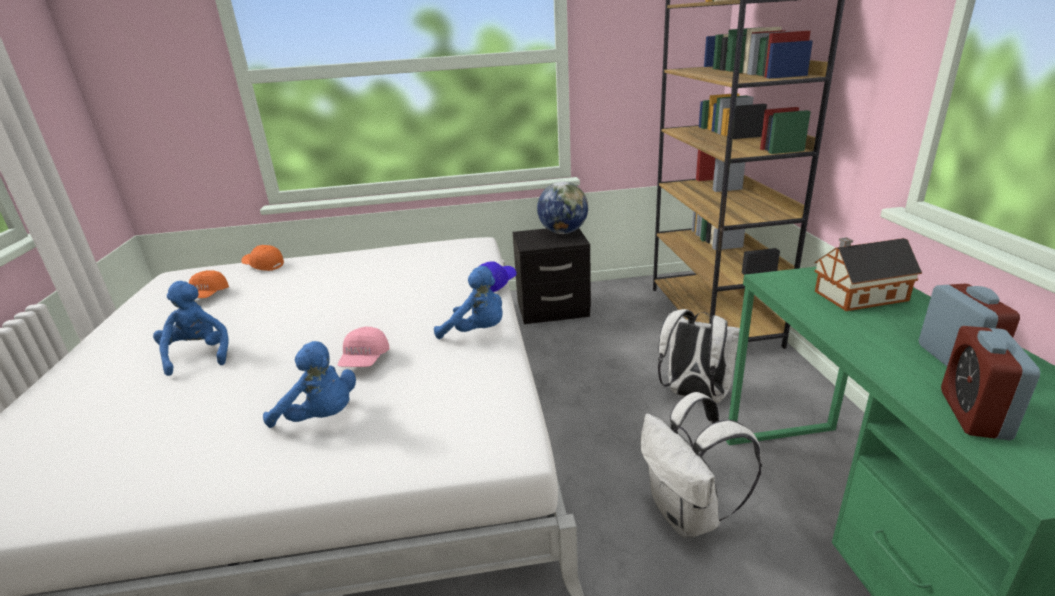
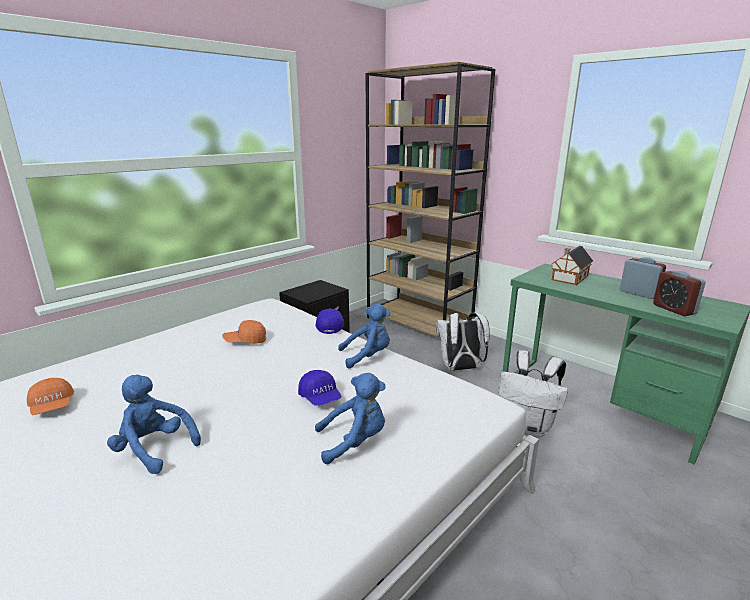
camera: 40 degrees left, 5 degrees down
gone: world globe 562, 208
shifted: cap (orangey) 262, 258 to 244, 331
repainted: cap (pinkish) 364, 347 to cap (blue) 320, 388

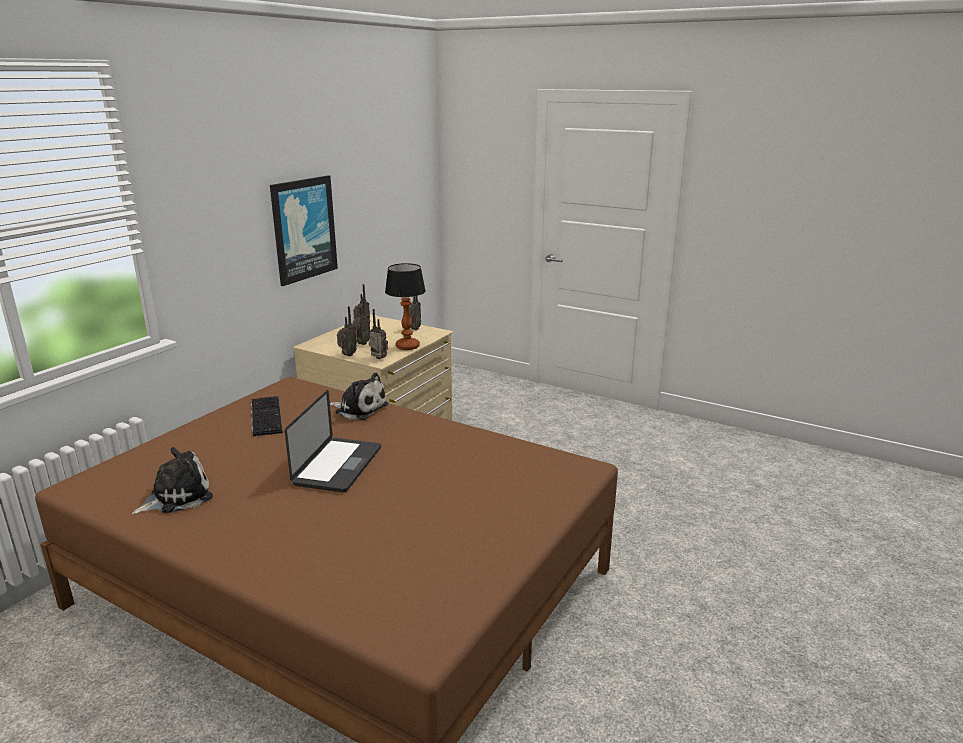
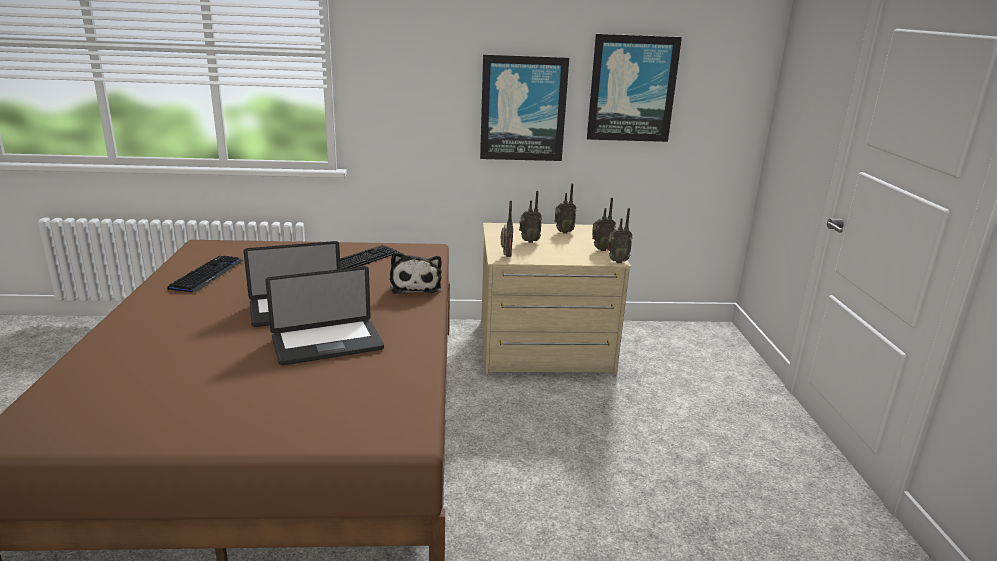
camera: 55 degrees right, 0 degrees up
gone: tabletop lamp 405, 306
new: laptop 325, 316; picture 634, 88
shifted: radio receiver 347, 331 to 619, 235
swapped: plush toy 172, 481 to PC keyboard 205, 274

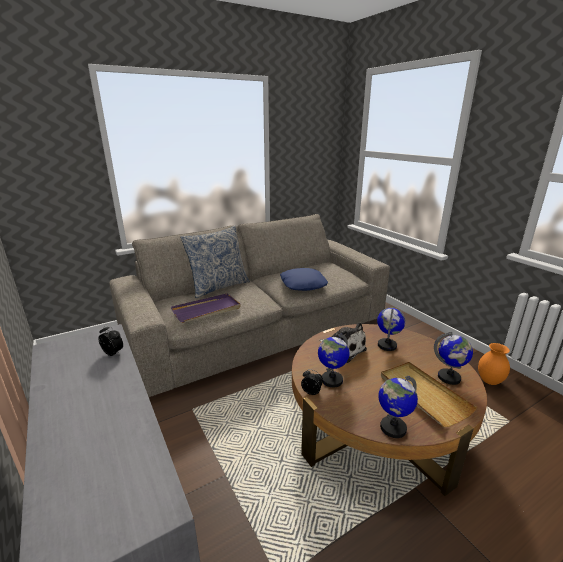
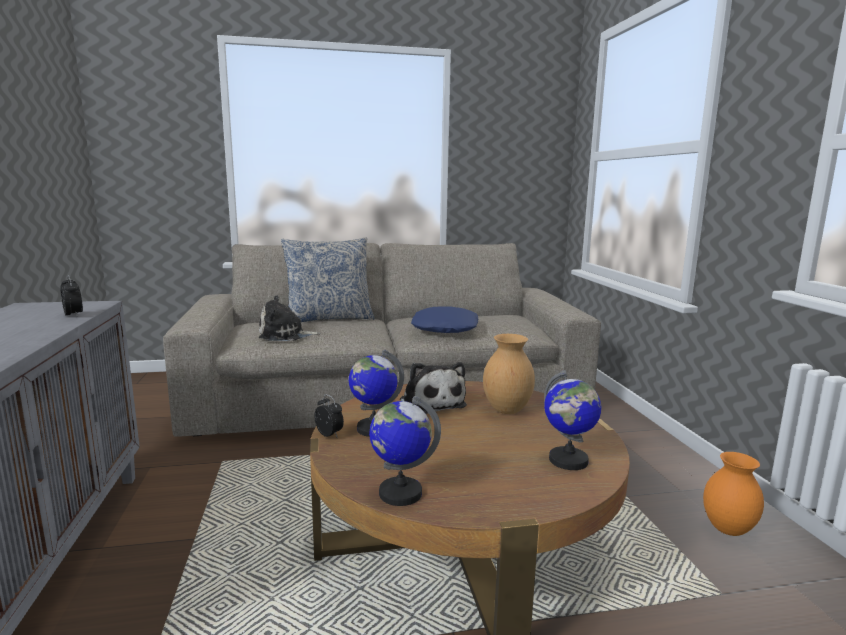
camera: 20 degrees right, 10 degrees down
gone: tray (sand-coloured) 429, 394
swapped: tray (purple-coloured) 206, 308 to plush toy 289, 318; world globe 391, 329 to decorative vase (brown) 509, 374

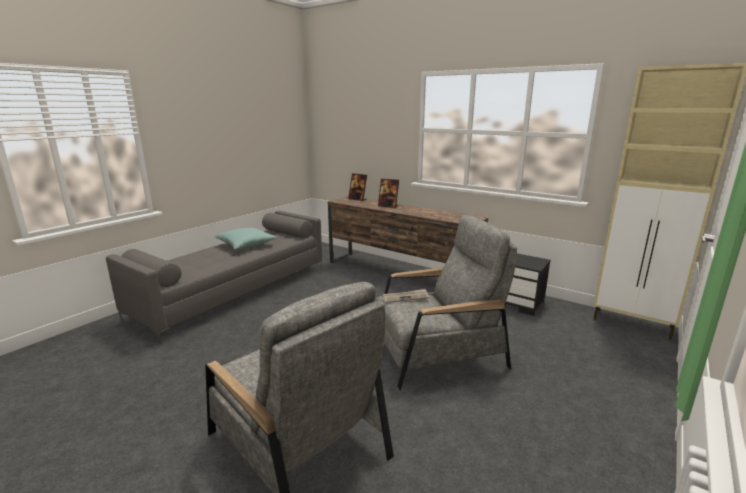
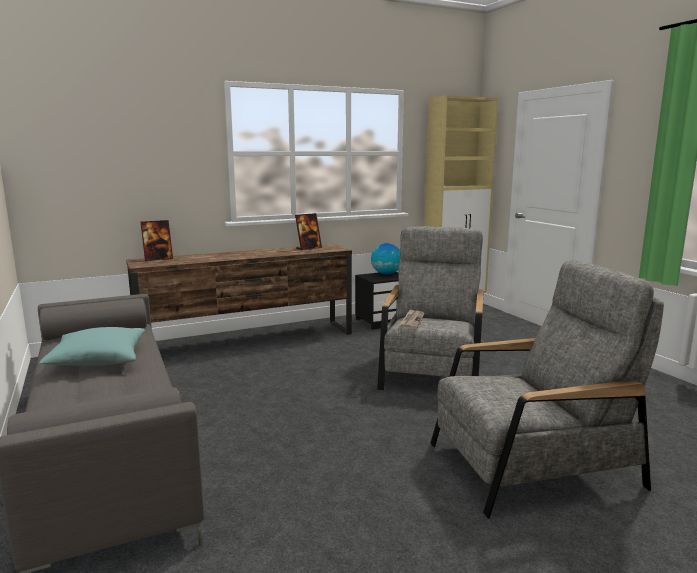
camera: 60 degrees left, 5 degrees down
new: world globe 385, 259
shifted: photo frame 388, 193 to 308, 231

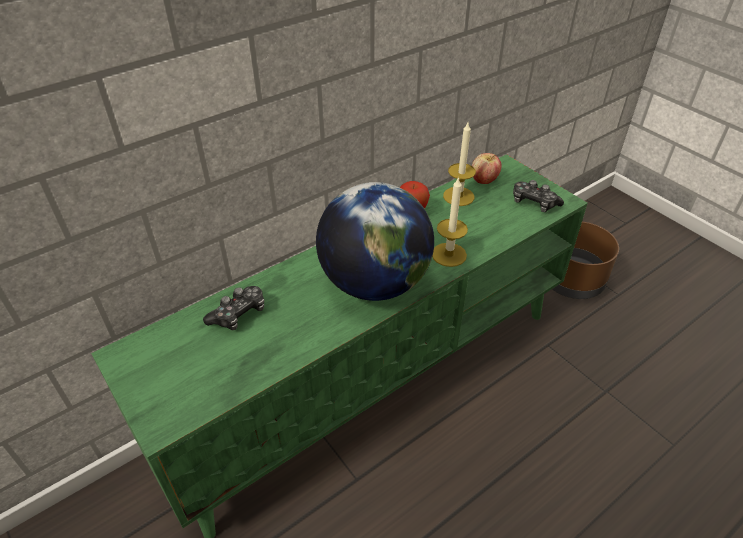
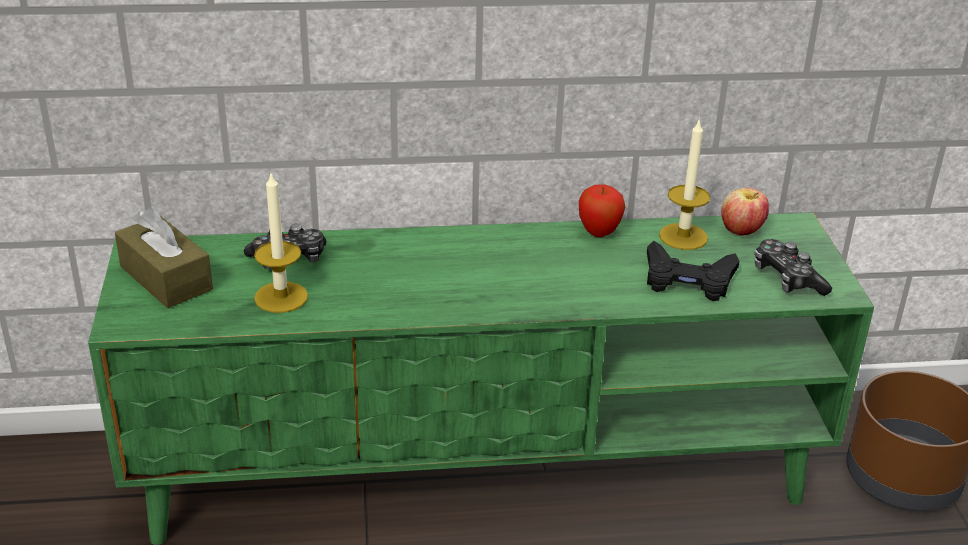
camera: 30 degrees right, 10 degrees down
gone: world globe 375, 241
new: tissue holder (brown) 164, 258; gamepad (black) 693, 271
shifted: wax light 450, 222 to 281, 243

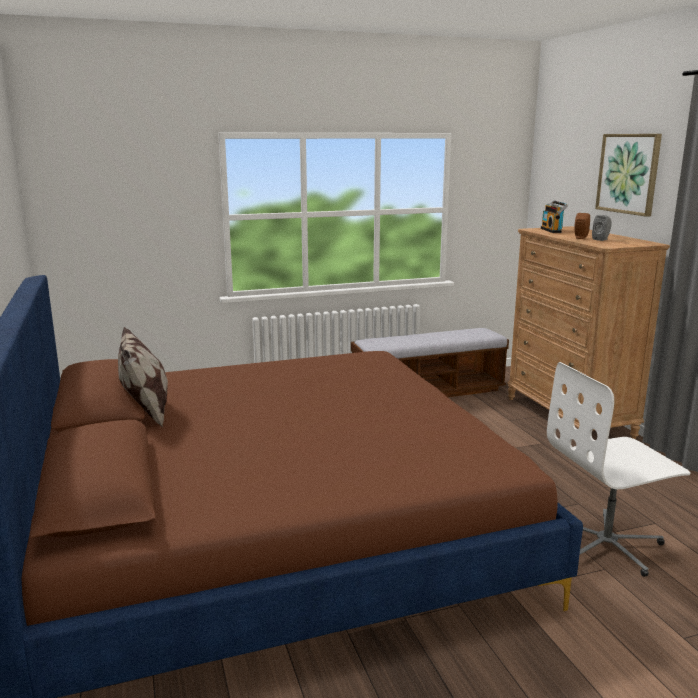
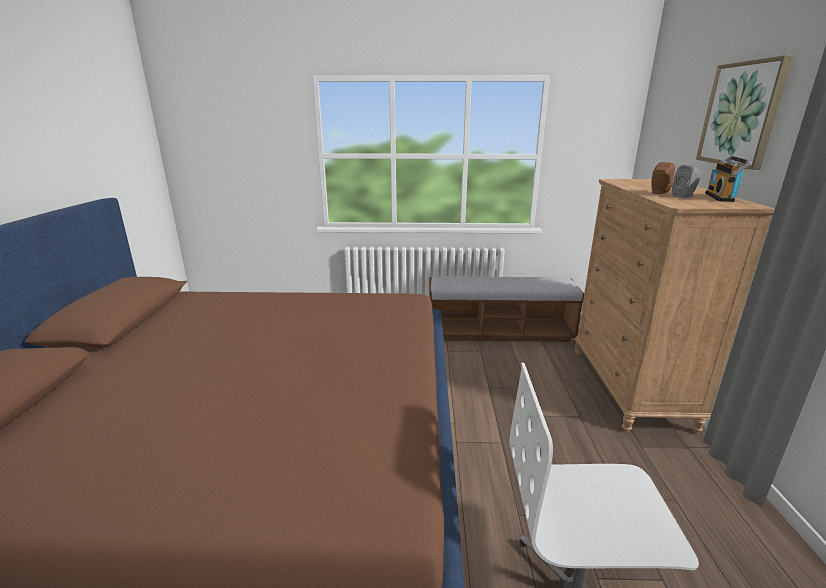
camera: 20 degrees right, 5 degrees up
gone: cushion 143, 377
shifted: radio receiver 554, 217 to 728, 179

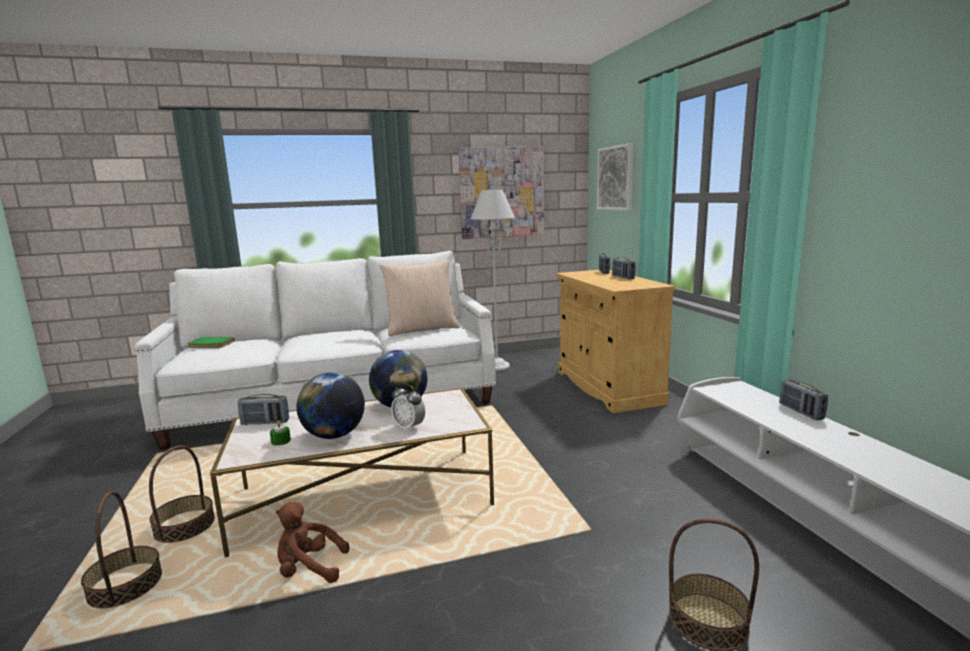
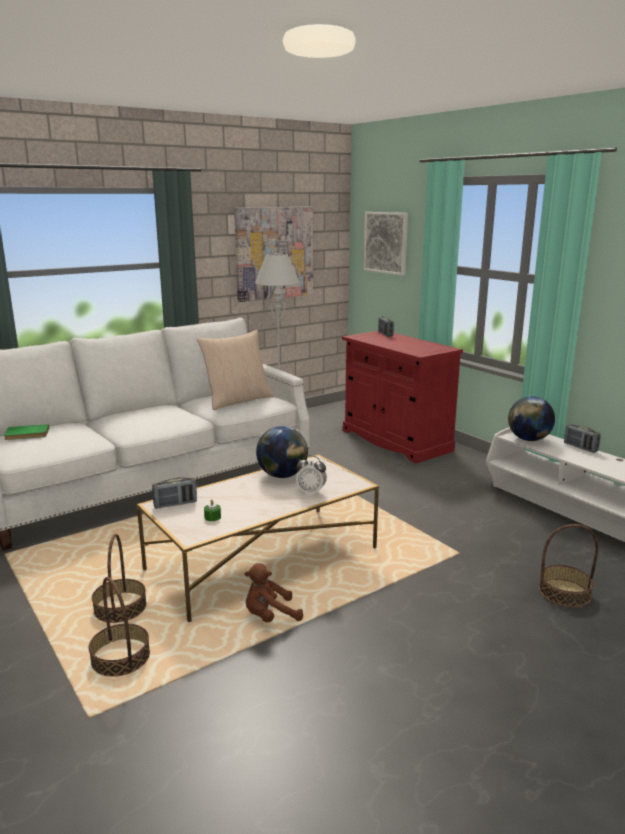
camera: 20 degrees left, 5 degrees up
gone: radio receiver 624, 268
shifted: world globe 330, 405 to 531, 418
repainted: cupboard (sand-coloured) 615, 341 to cupboard (red) 402, 397

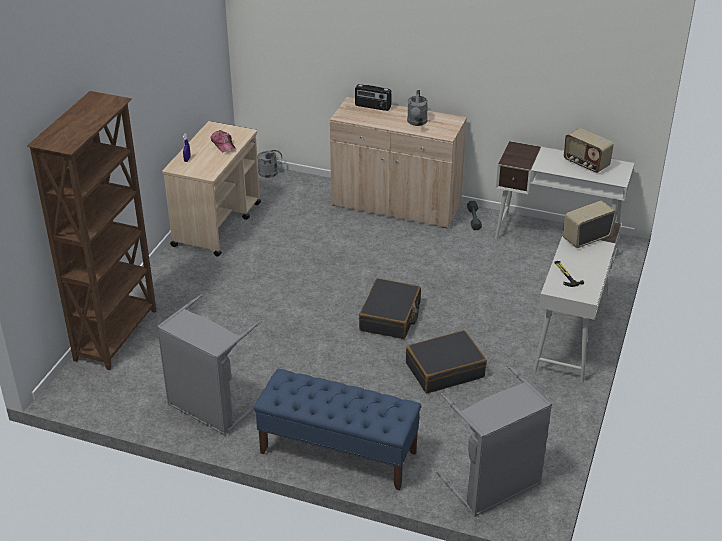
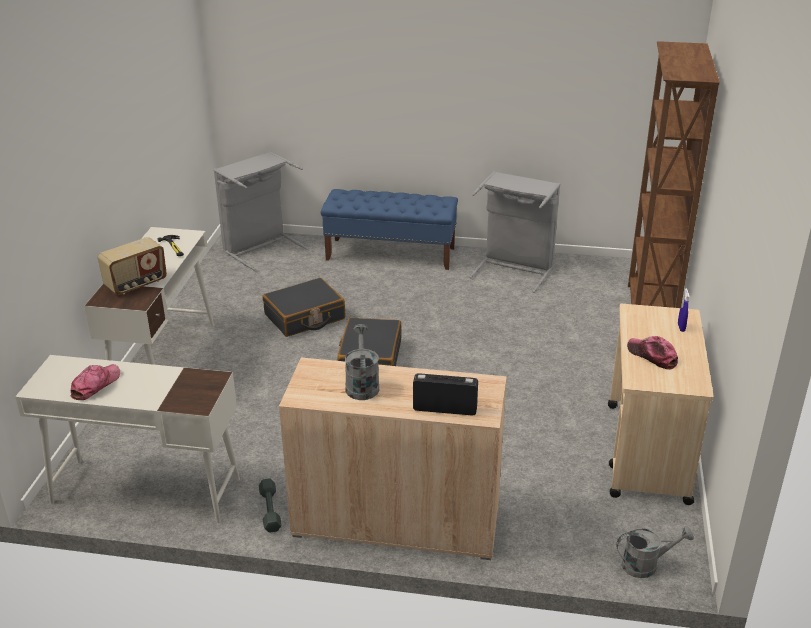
camera: 170 degrees right, 5 degrees down
swapped: radio receiver 589, 150 to cap 95, 382

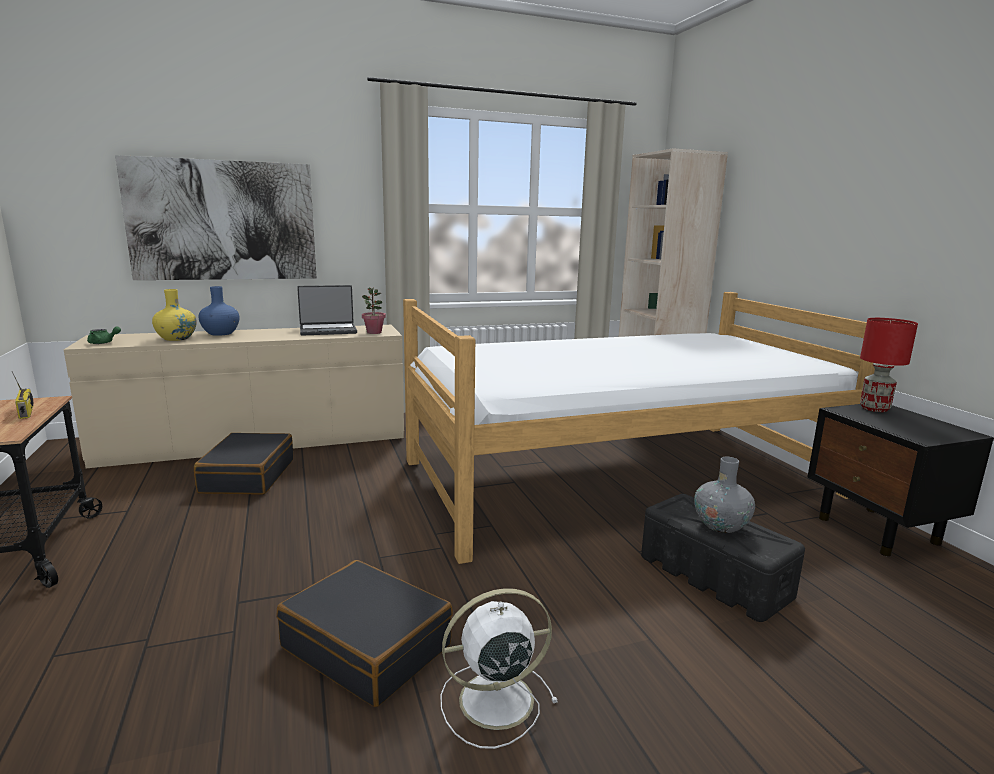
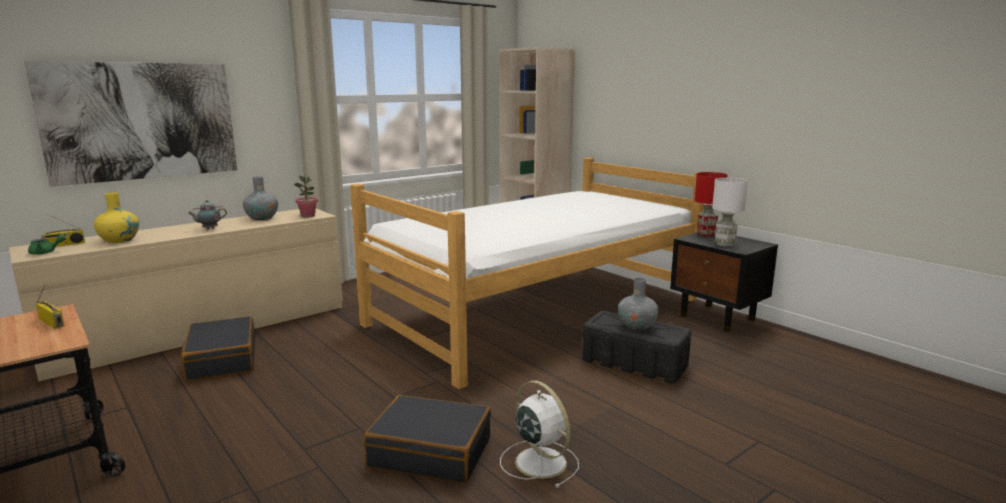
camera: 20 degrees left, 0 degrees up
gone: decorative vase (blue) 219, 311
new: radio receiver 63, 230; tea pot 208, 214; tabletop lamp (whitish) 730, 212
swapped: laptop 327, 310 to decorative vase (gray) 260, 198
rotated: electric fan (whitish) 499, 668 = 539, 434 90 degrees clockwise

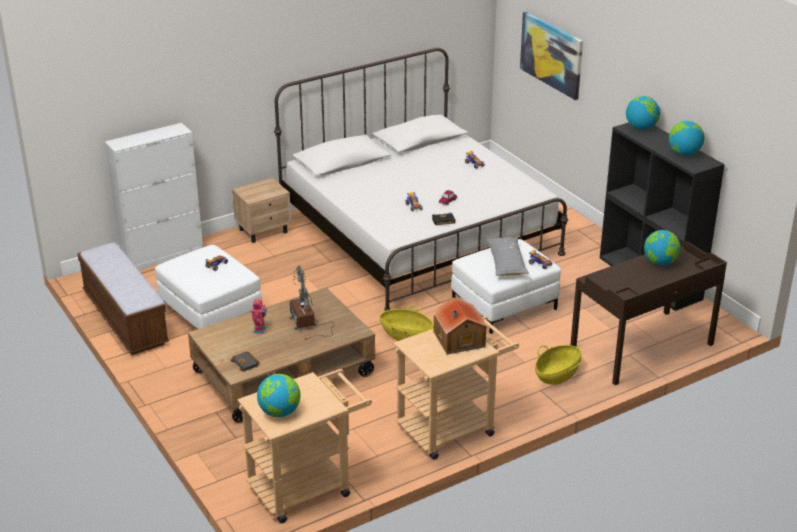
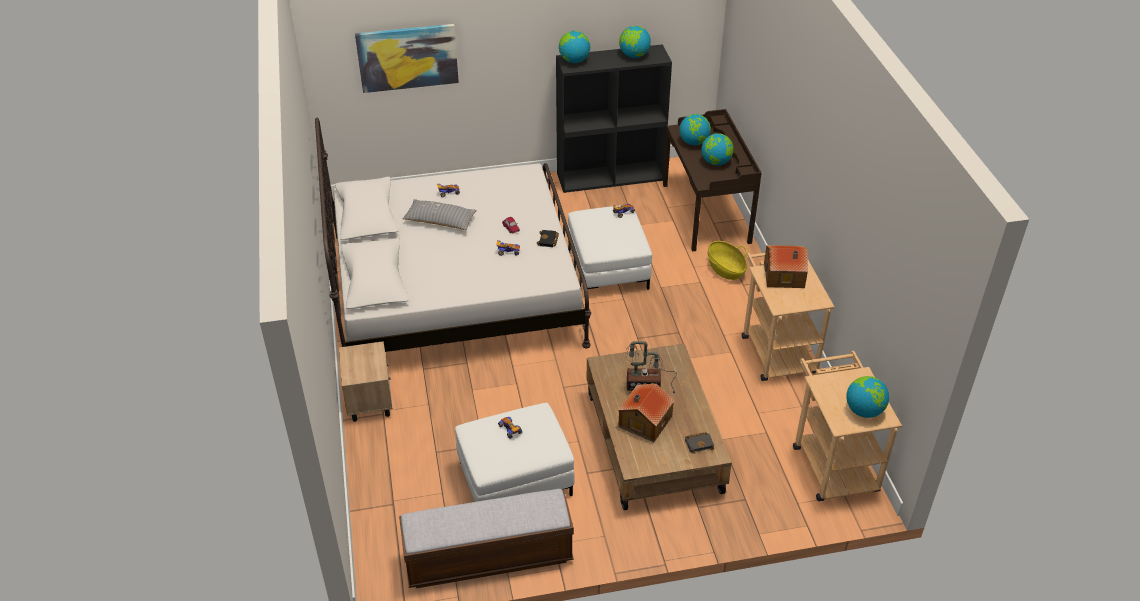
camera: 70 degrees left, 10 degrees up
gone: cupboard (whitish) 154, 196; household basket 407, 323
new: world globe 717, 149
shifted: cushion (gray) 507, 256 to 440, 214
swapped: model robot 259, 316 to toy house 646, 413

